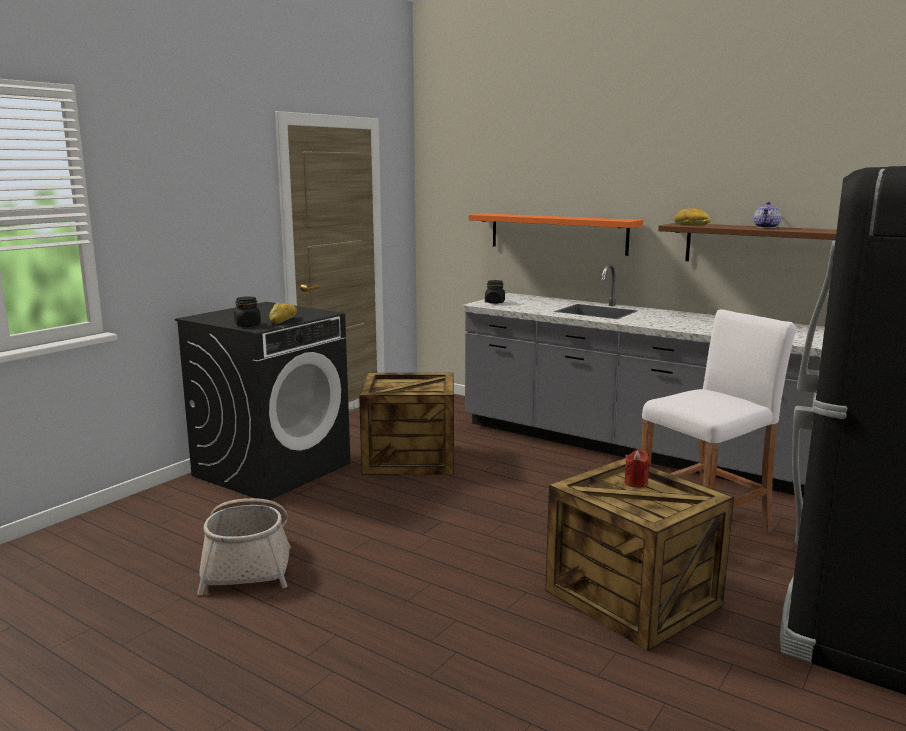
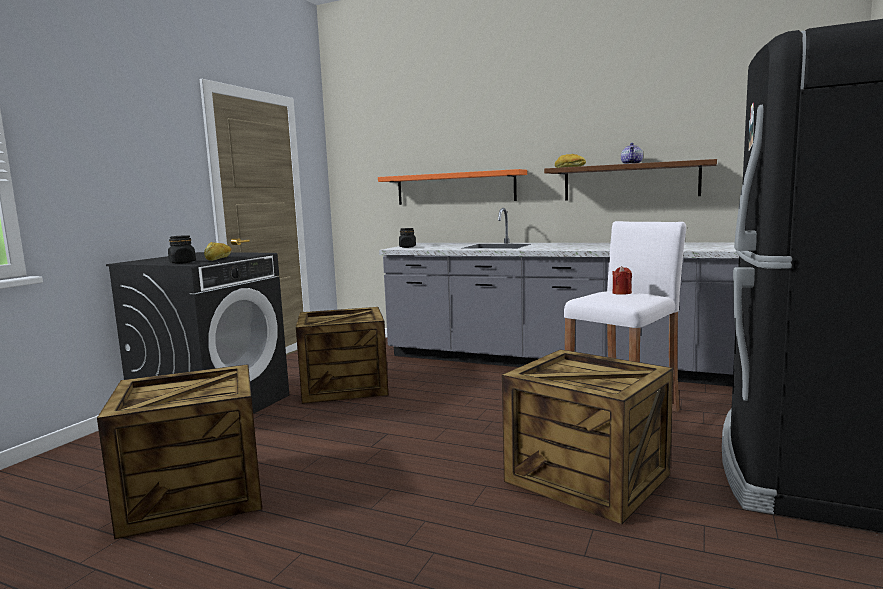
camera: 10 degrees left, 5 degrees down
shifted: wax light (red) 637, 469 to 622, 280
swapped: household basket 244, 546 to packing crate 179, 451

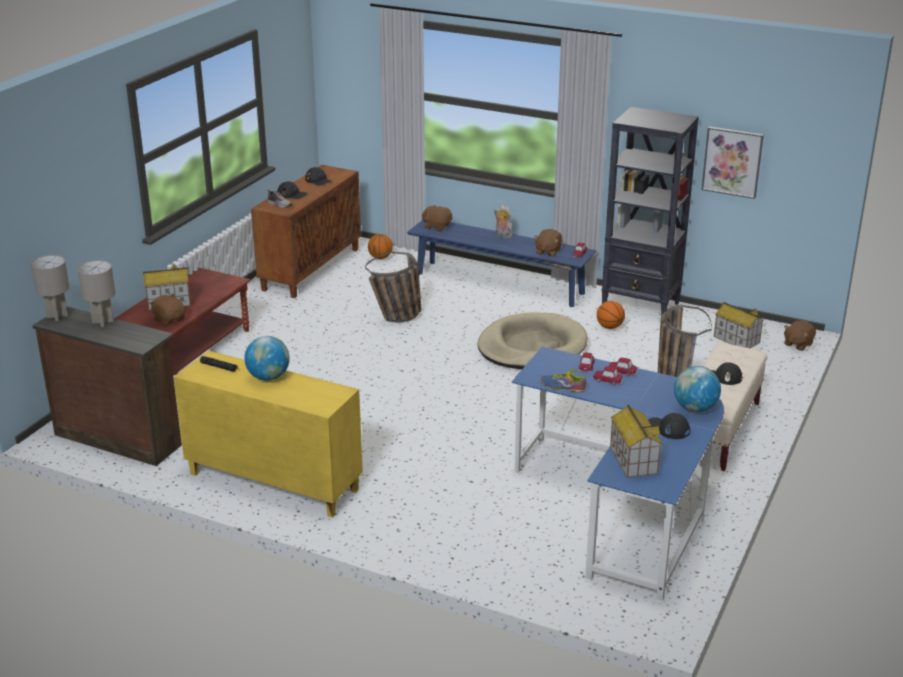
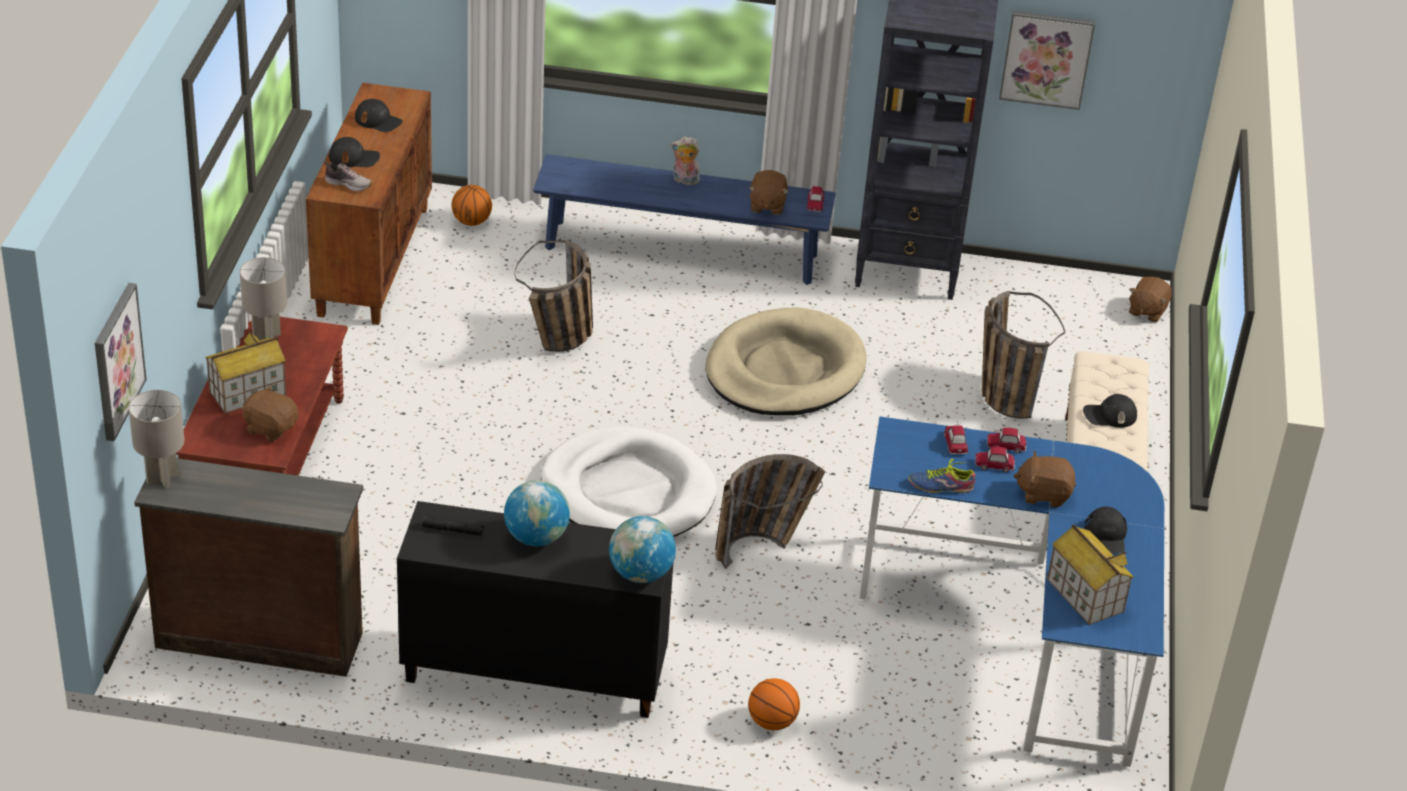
camera: 20 degrees left, 10 degrees up
gone: toy house 739, 325
new: picture 121, 362; dog bed (whitish) 629, 481; household basket 770, 511
shifted: tabletop lamp (gray) 97, 293 to 263, 299; plush toy (brown) 437, 218 to 1044, 479; basketball 611, 315 to 774, 704; world globe 697, 389 to 642, 549
repainted: cupboard (yellow-coloured) 268, 434 to cupboard (black) 536, 609
rotated: cap (black) 669, 426 = 1105, 530 105 degrees counterclockwise

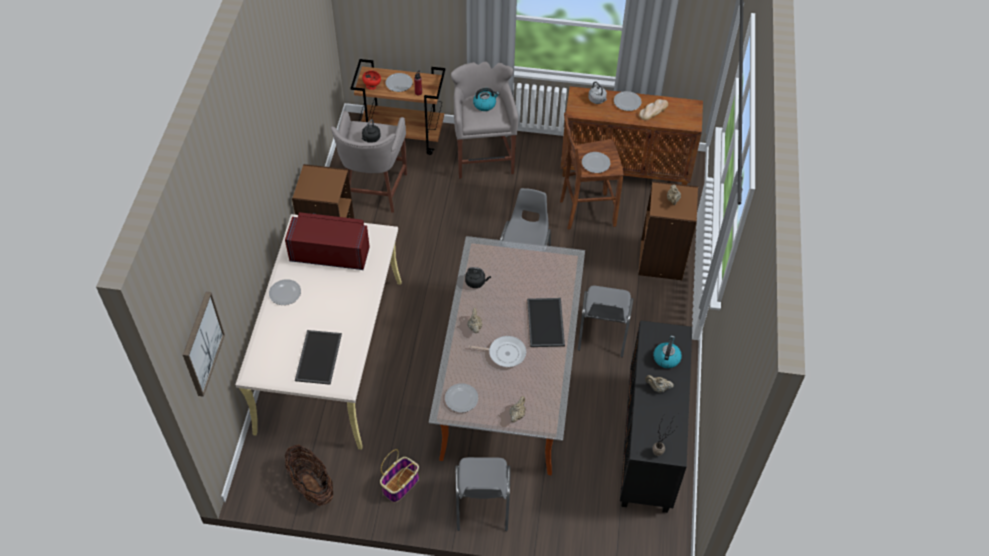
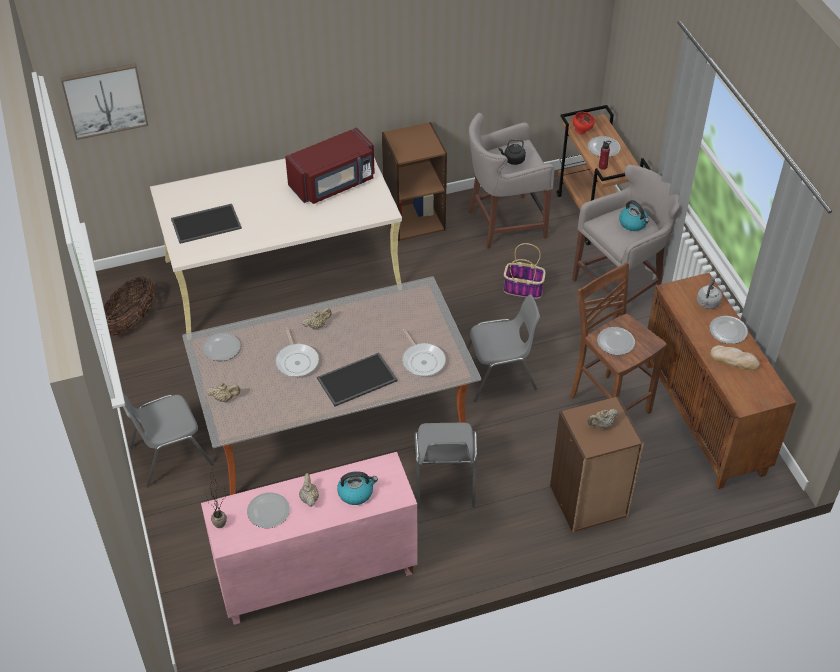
camera: 65 degrees right, 5 degrees down
gone: tea kettle (black) 478, 277
new: pan 424, 352
shifted: dinner plate 285, 292 to 268, 510; household basket 399, 476 to 524, 271
repainted: cupboard (black) 656, 416 to cupboard (pinkish) 309, 538
rotated: kitchen microwave (red) 327, 241 = 330, 165 75 degrees clockwise; plain chair (gray) 605, 321 = 445, 465 75 degrees counterclockwise

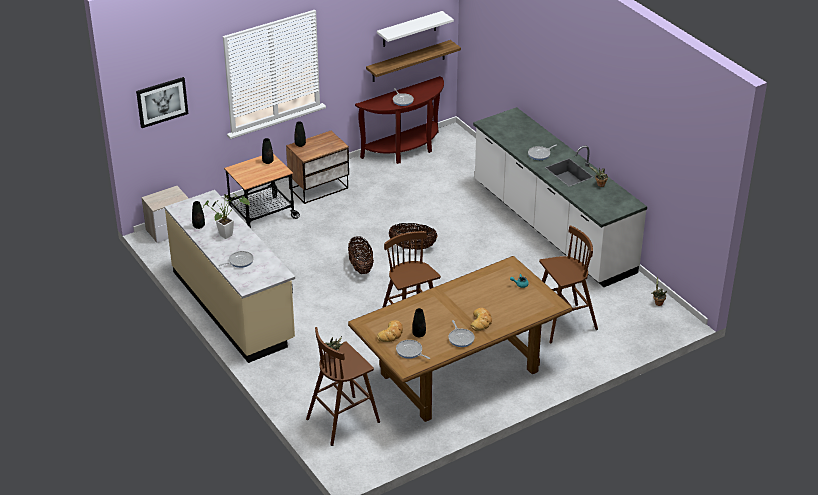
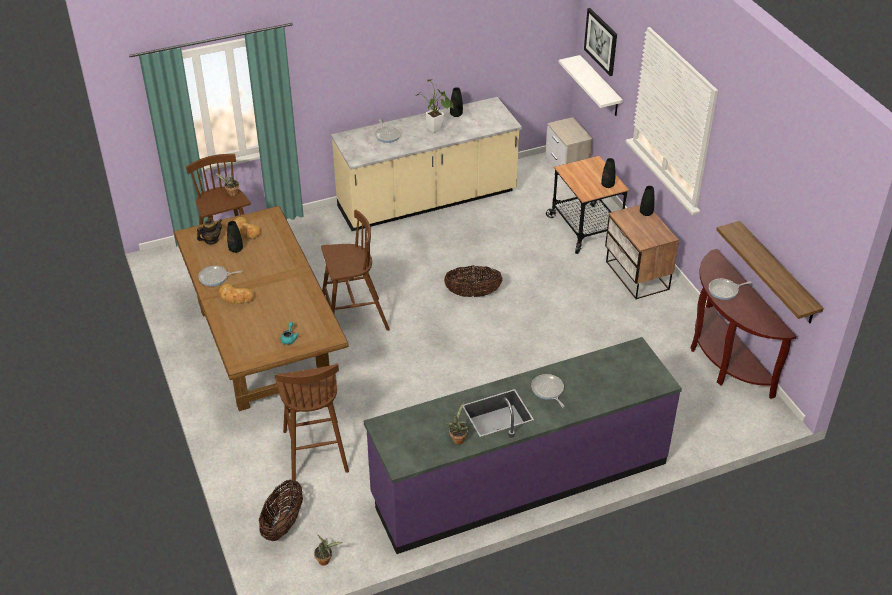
camera: 100 degrees right, 5 degrees up
shifted: wall shelf (whitish) 415, 29 to 590, 85; household basket 413, 236 to 281, 510
swapped: pan 413, 349 to tea pot 209, 231
repainted: kitchen base unit (whitish) 560, 197 to kitchen base unit (purple-coloured) 523, 445

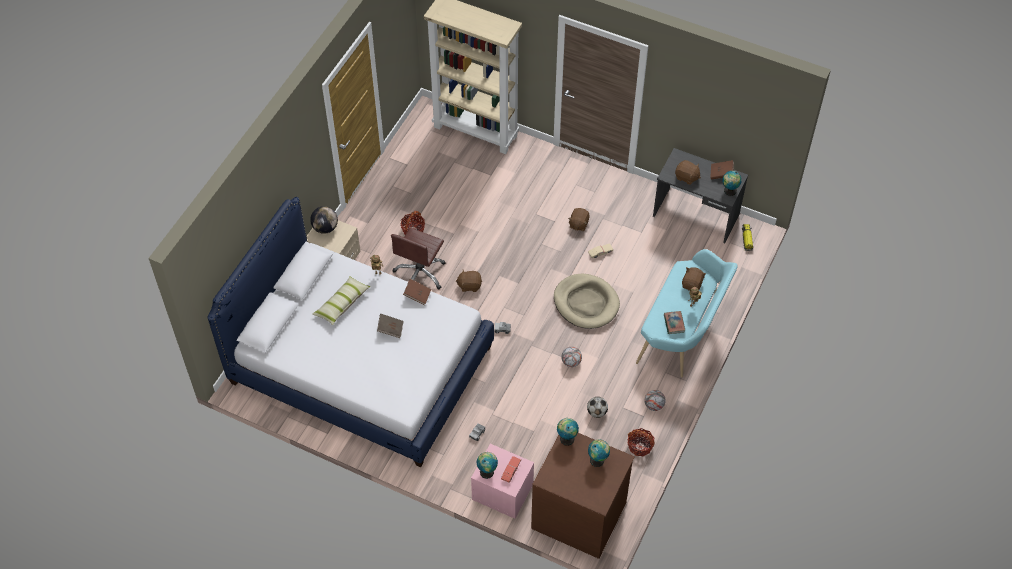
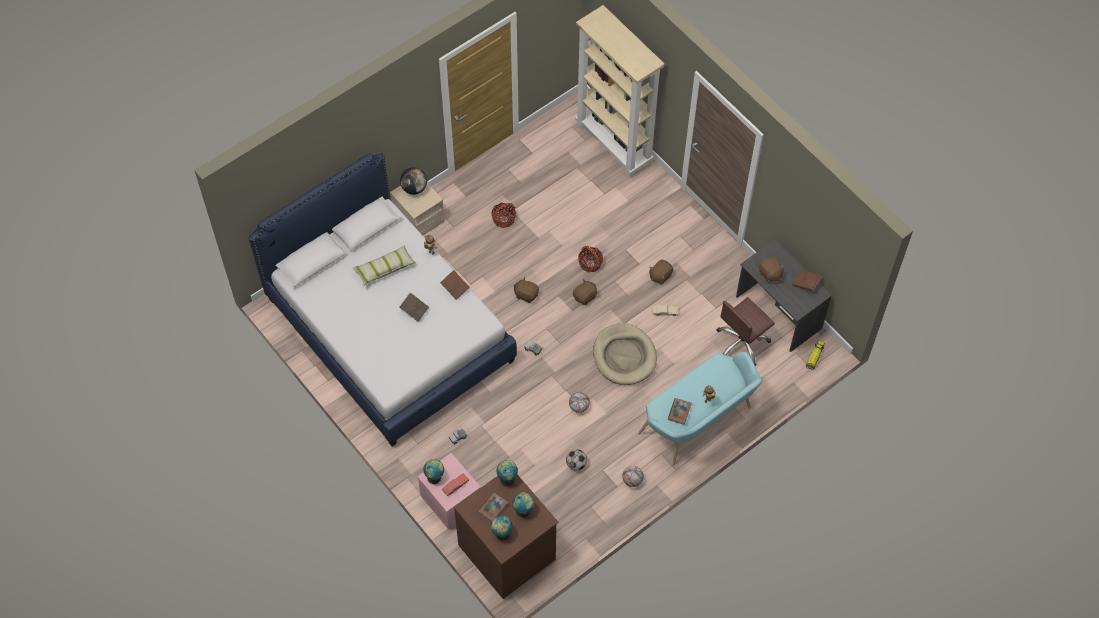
camera: 25 degrees right, 5 degrees up
new: book 493, 507
shifted: computer chair (brown) 418, 259 to 745, 331; household basket 641, 442 to 590, 259; plush toy (brown) 694, 279 to 585, 292; world globe 732, 183 to 502, 528

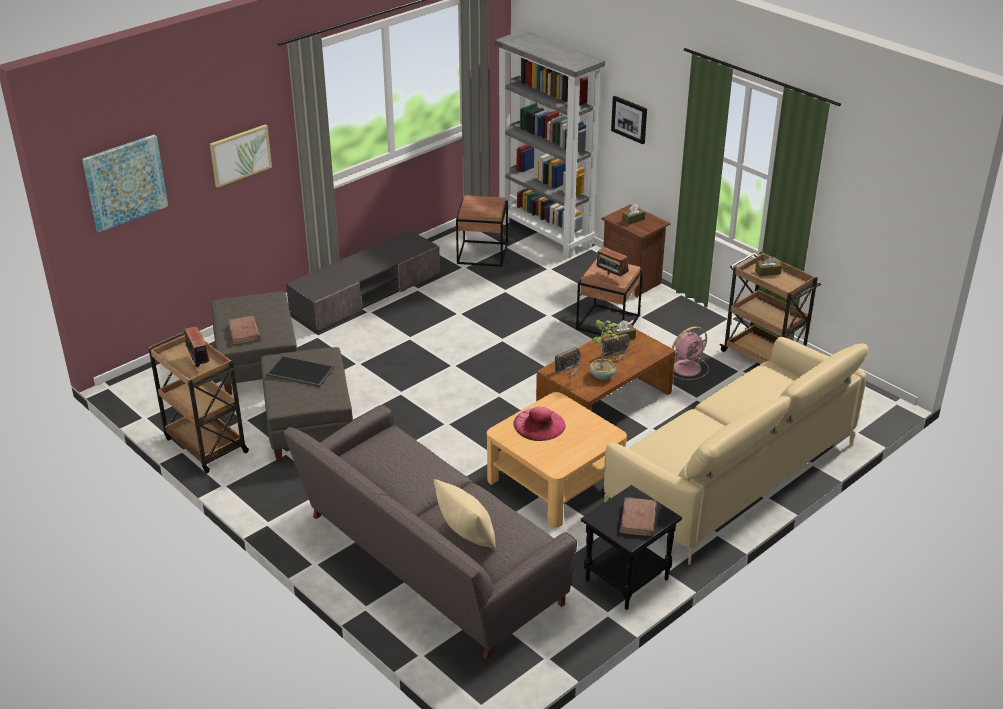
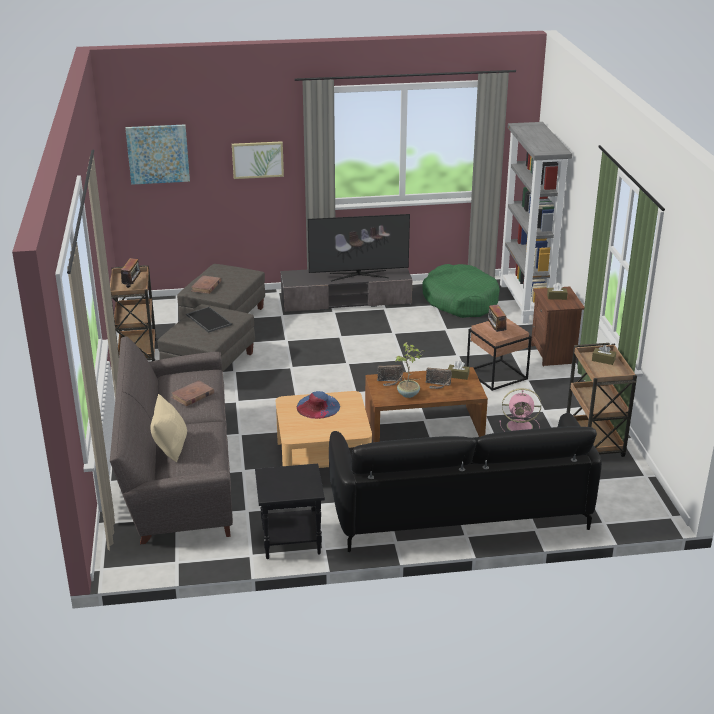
camera: 35 degrees right, 5 degrees down
gone: picture 629, 120
new: television 359, 247
shifted: book (brown) 638, 516 to 192, 393
swapped: side table (brown) 482, 231 to dog bed (green) 461, 291
repainted: clothing hat (pinkish) 539, 423 to clothing hat (blue) 318, 405; couch (sand-coloured) 736, 451 to couch (black) 465, 482

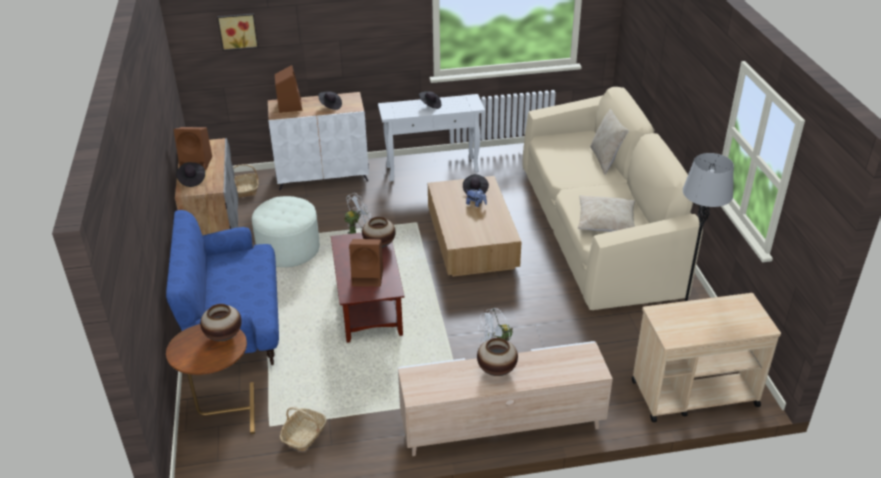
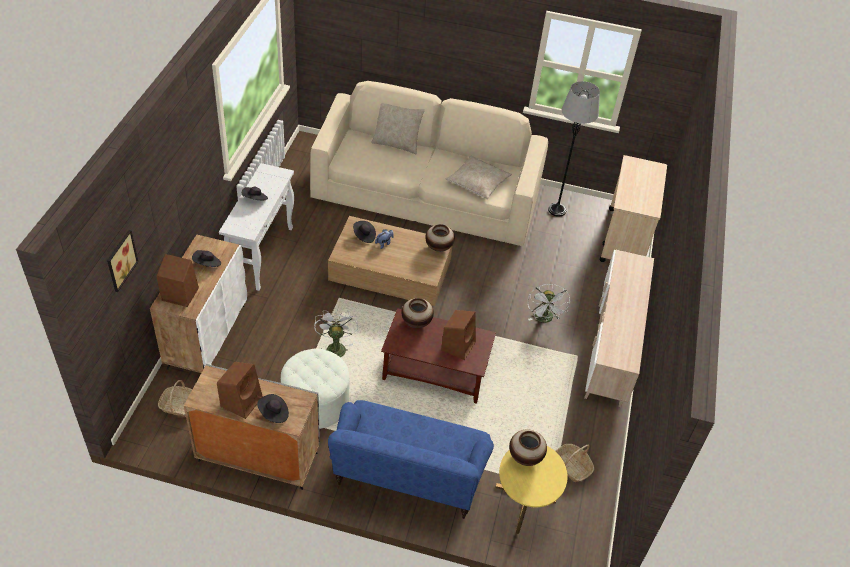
camera: 70 degrees left, 10 degrees up
shifted: decorative vase 497, 357 to 440, 238
repainted: side table (brown) 210, 379 to side table (yellow-coloured) 531, 490

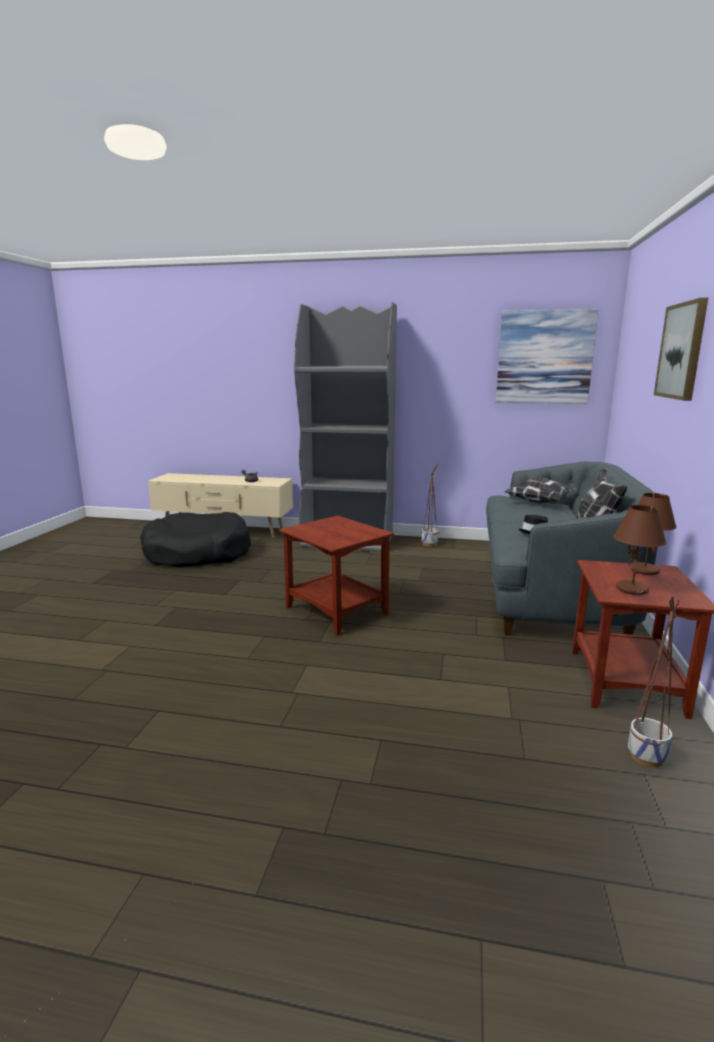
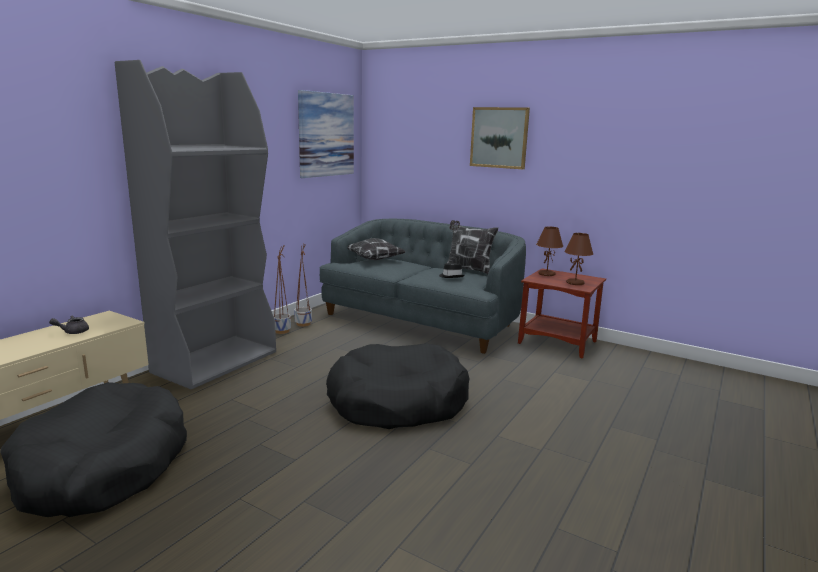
camera: 70 degrees left, 0 degrees up
shifted: plant pot 653, 682 to 303, 285
swapped: side table (brown) 336, 575 to dog bed (black) 398, 386

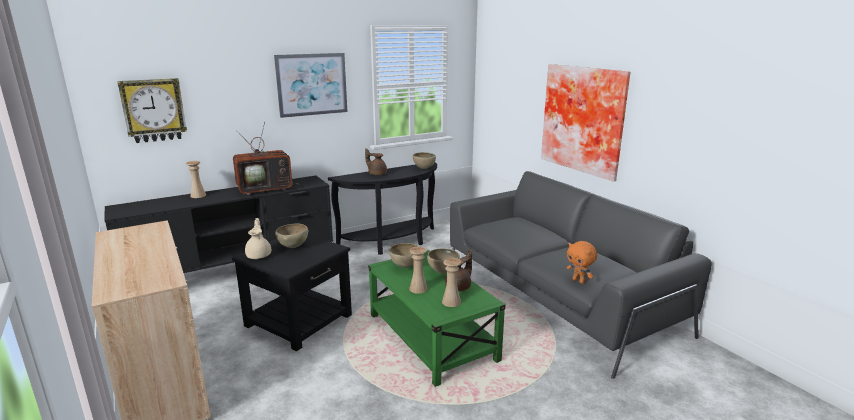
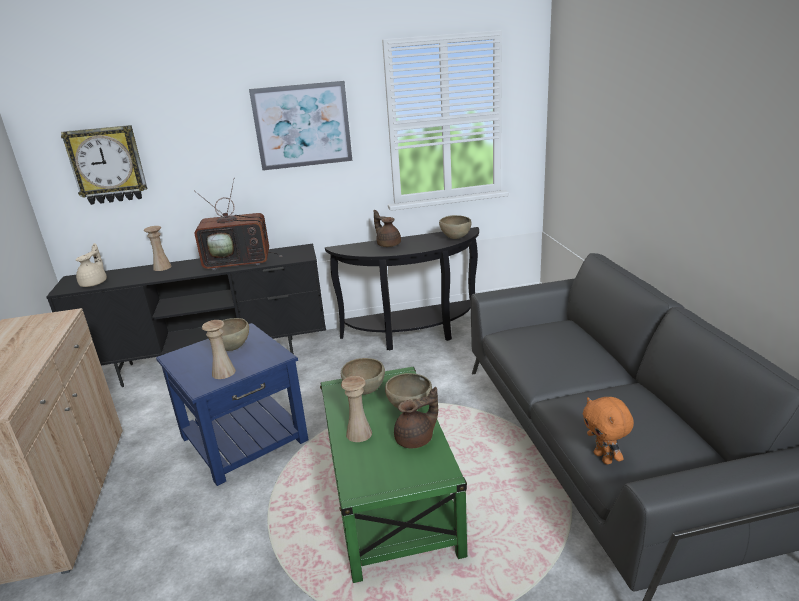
camera: 20 degrees right, 5 degrees up
gone: picture 585, 123
shifted: tea pot (sand-coloured) 258, 238 to 91, 265; decorative vase (sand-coloured) 451, 282 to 219, 349
repainted: side table (black) 292, 293 to side table (blue) 232, 404

